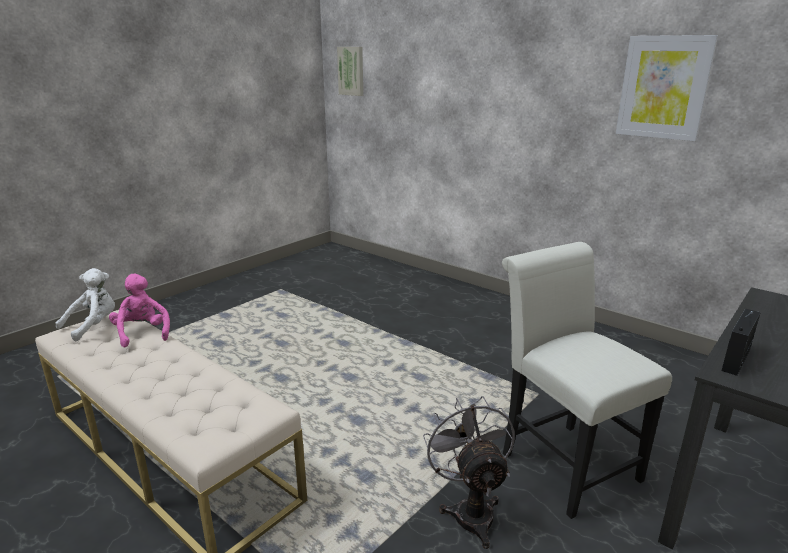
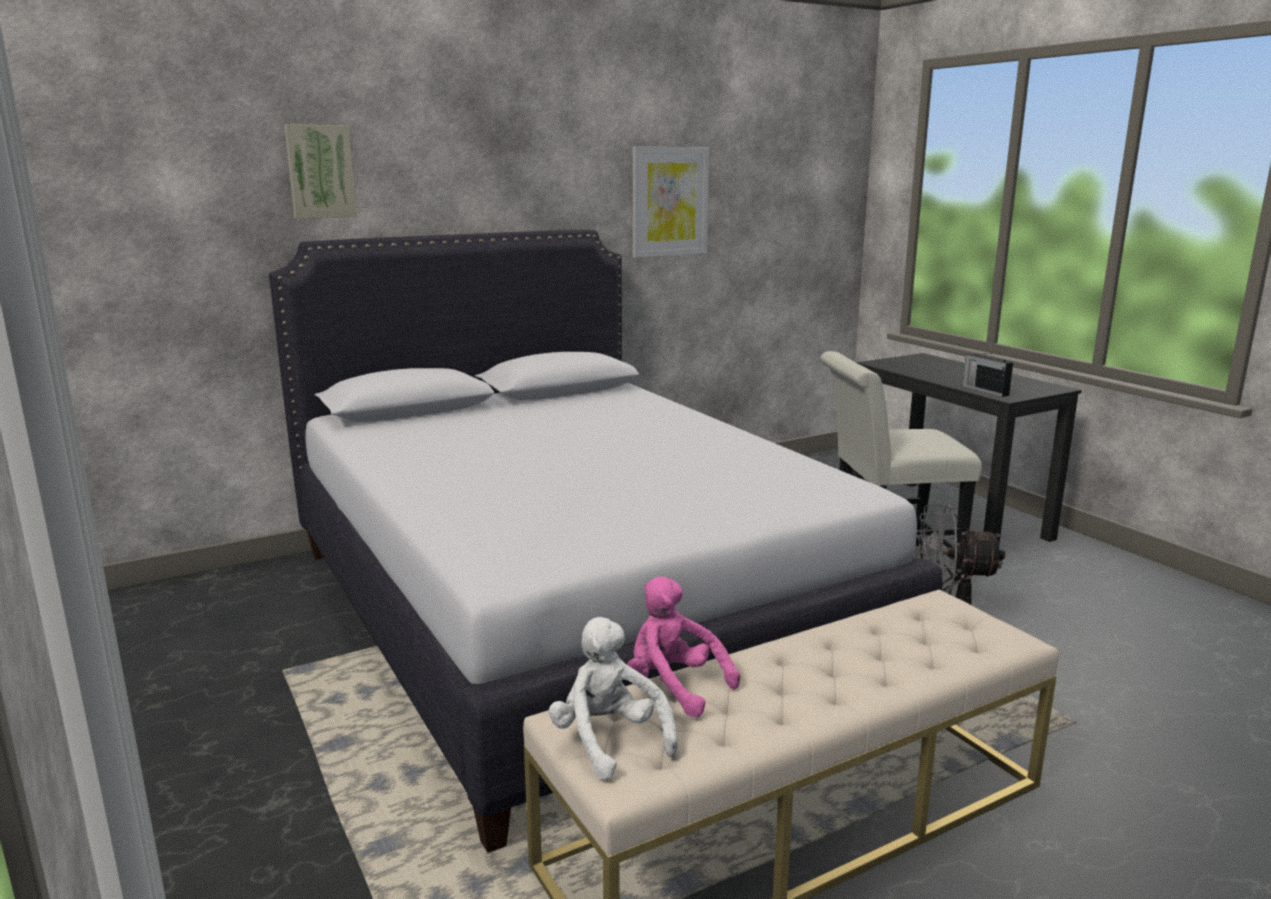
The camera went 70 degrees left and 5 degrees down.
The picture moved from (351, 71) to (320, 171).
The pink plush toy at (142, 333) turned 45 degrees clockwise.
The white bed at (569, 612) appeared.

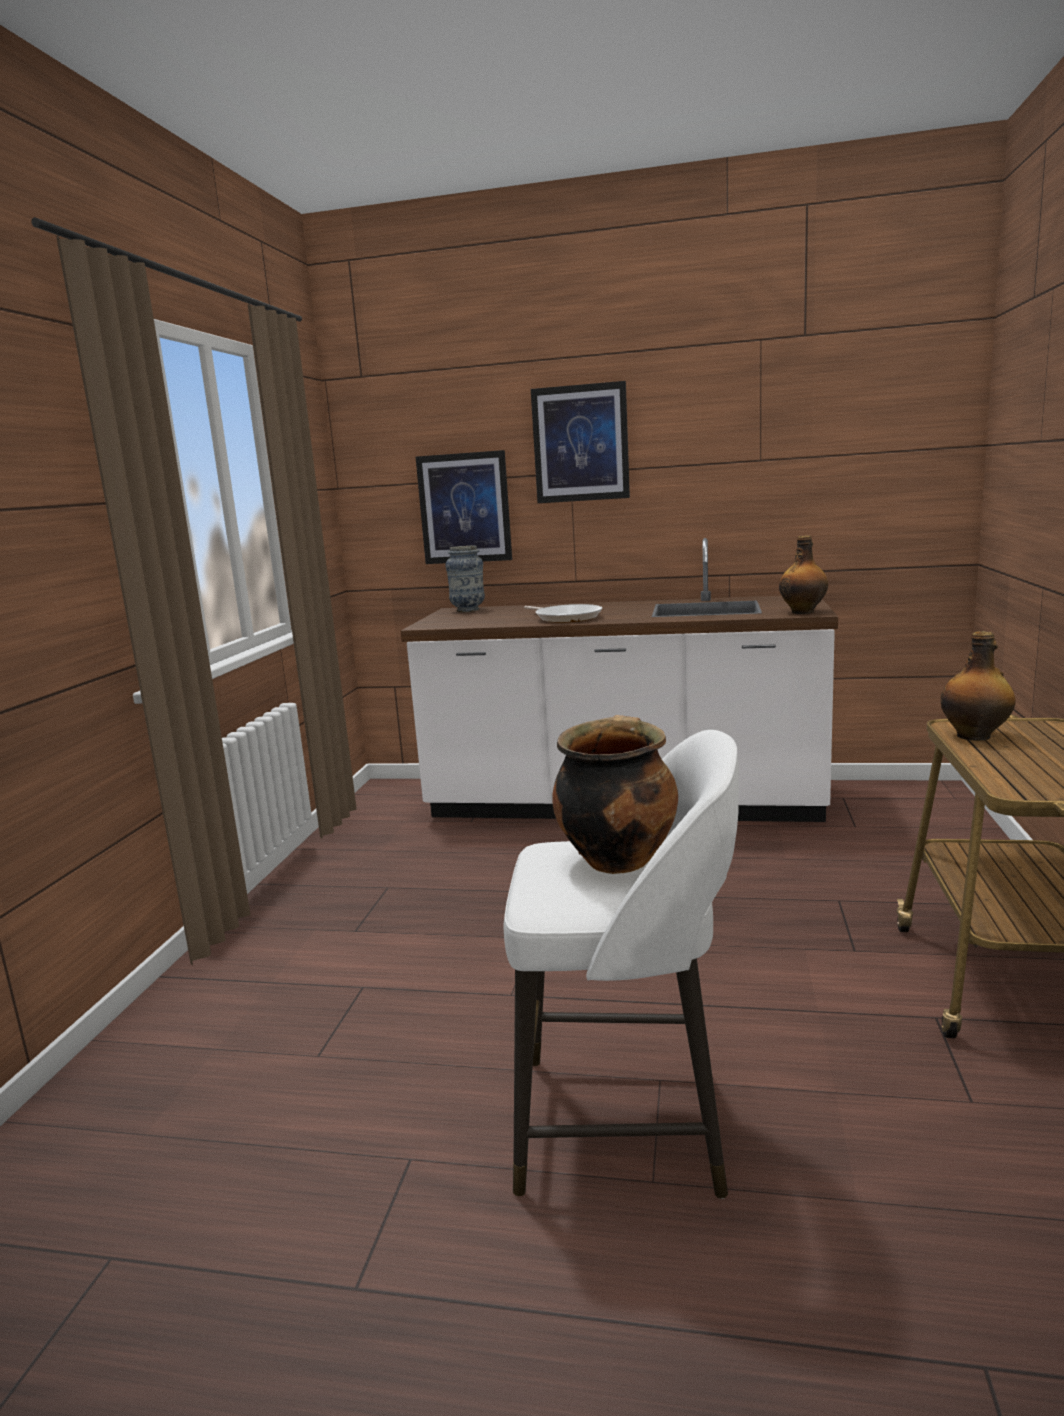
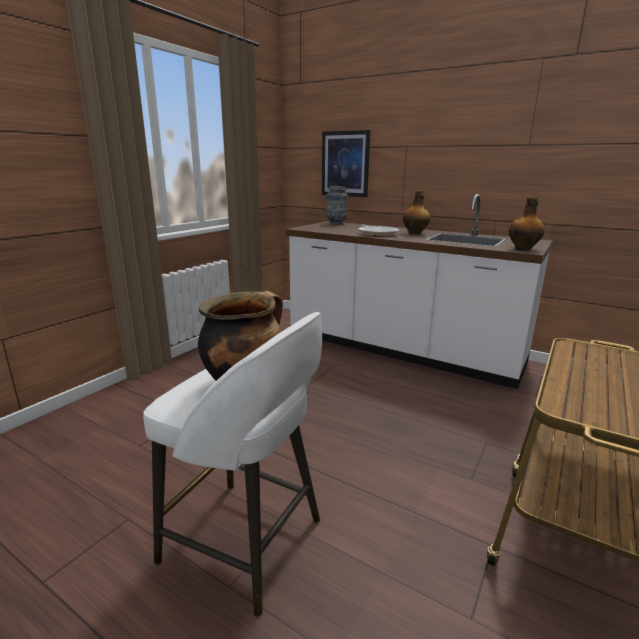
The camera went 20 degrees right and 5 degrees up.
The picture at (580, 443) disappeared.
The bottle moved from (975, 736) to (415, 233).

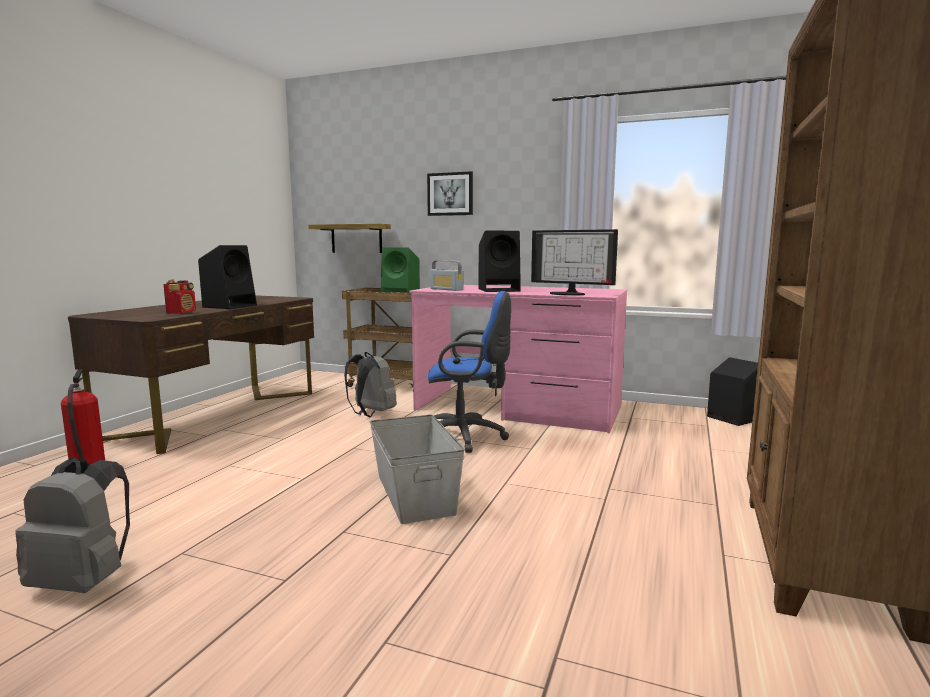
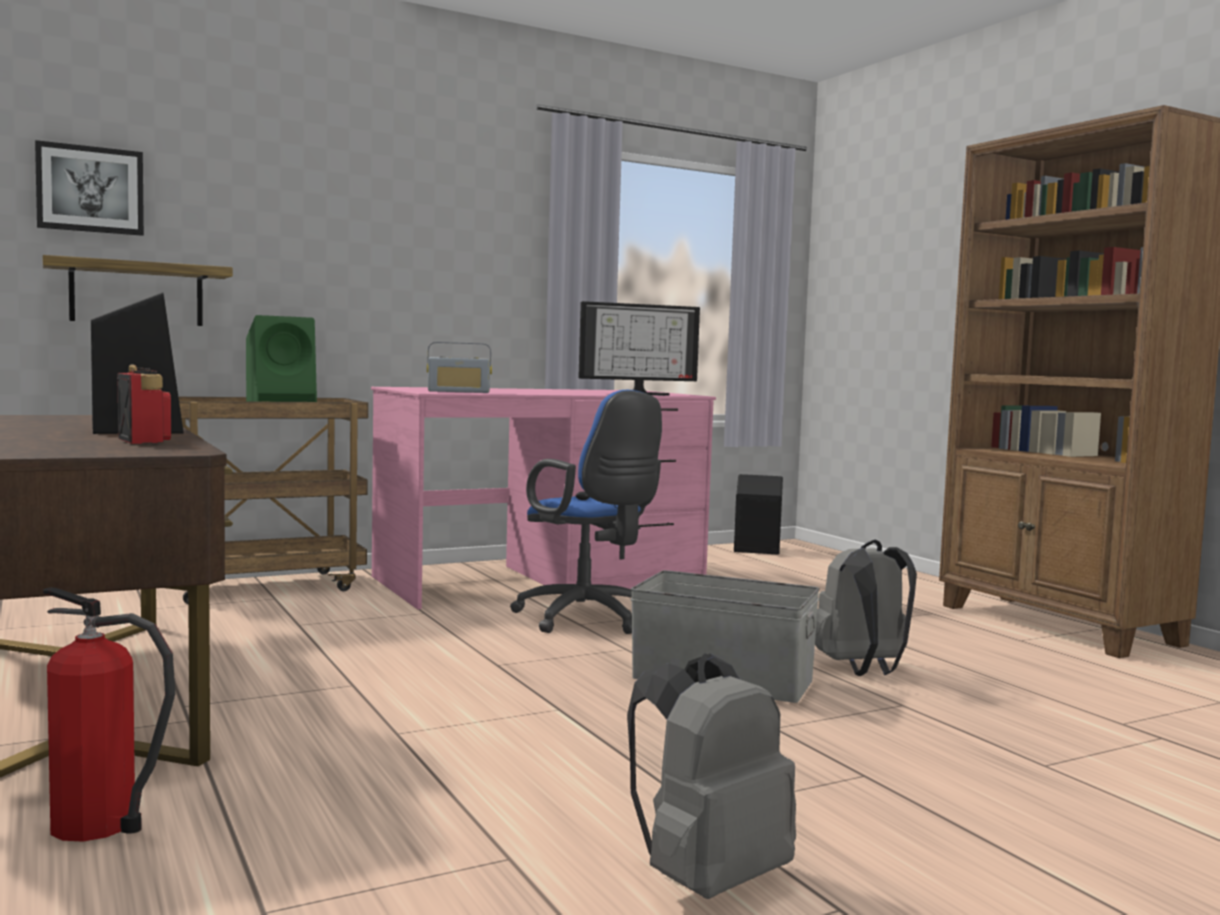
The camera went 50 degrees left and 5 degrees down.
The picture moved from (450, 194) to (90, 189).
The black speaker at (500, 290) disappeared.
The blue office chair at (466, 437) turned 90 degrees clockwise.
The grey backpack moved from (371, 414) to (863, 669).

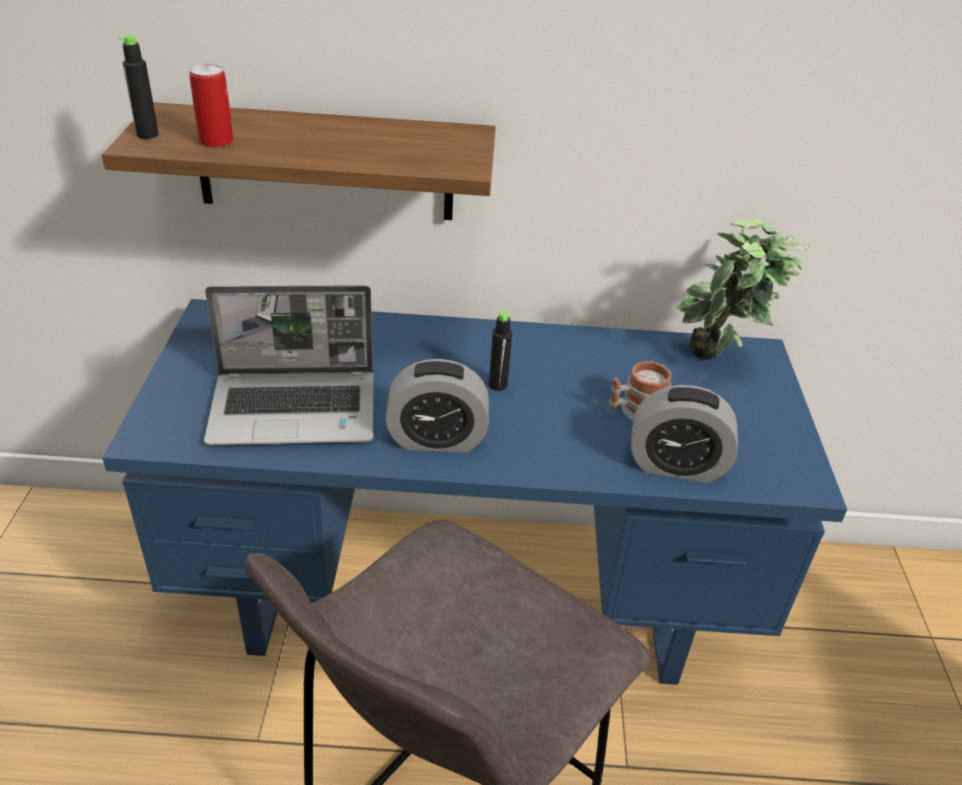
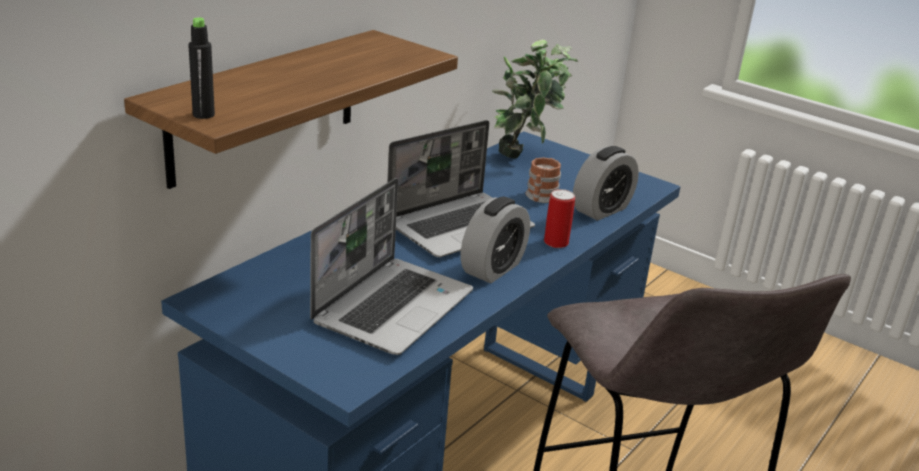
The camera went 55 degrees left and 10 degrees down.
The can moved from (216, 141) to (556, 242).
The black bottle at (498, 385) was replaced by the laptop at (460, 226).

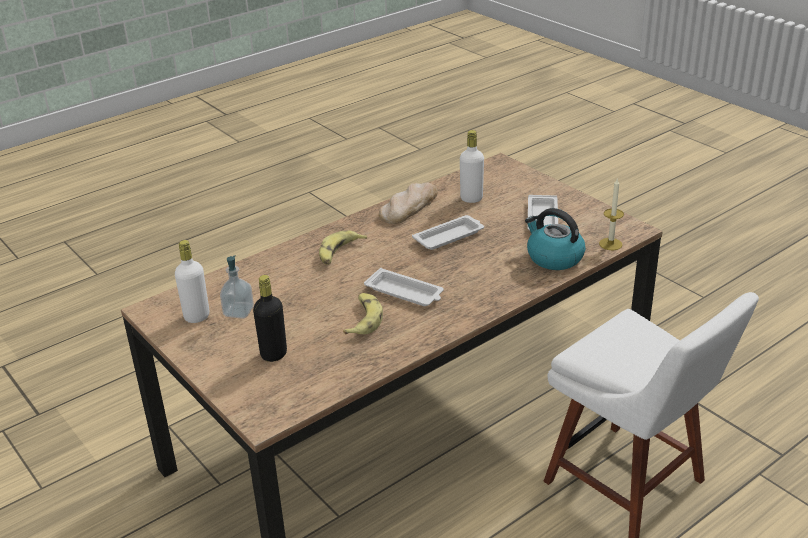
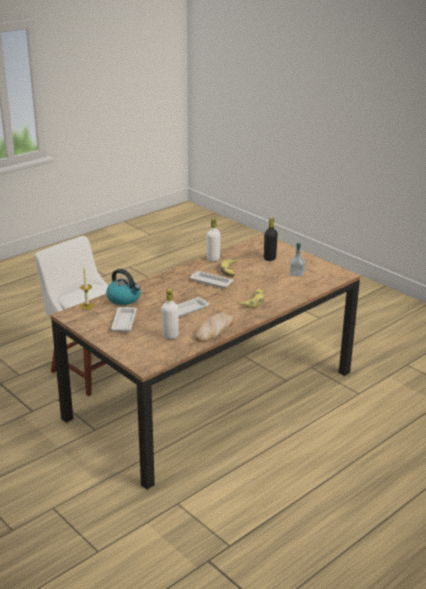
The camera went 175 degrees right and 5 degrees down.
The white bottle moved from (197, 316) to (213, 259).

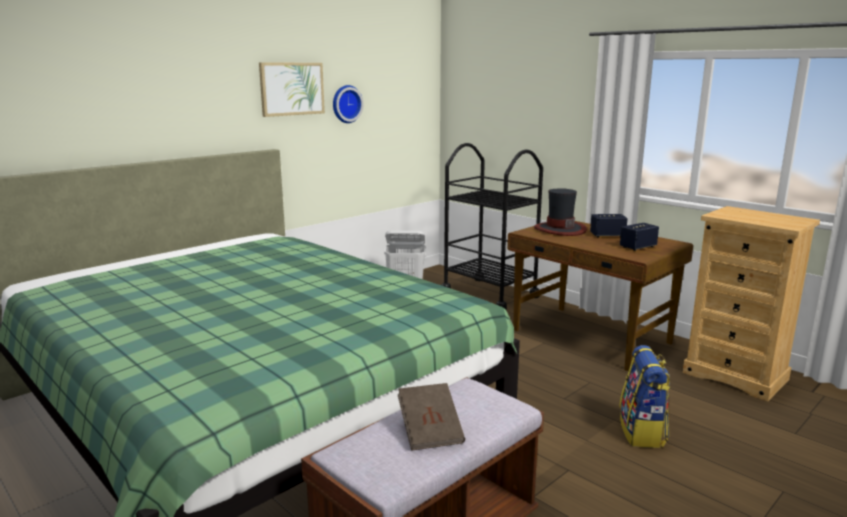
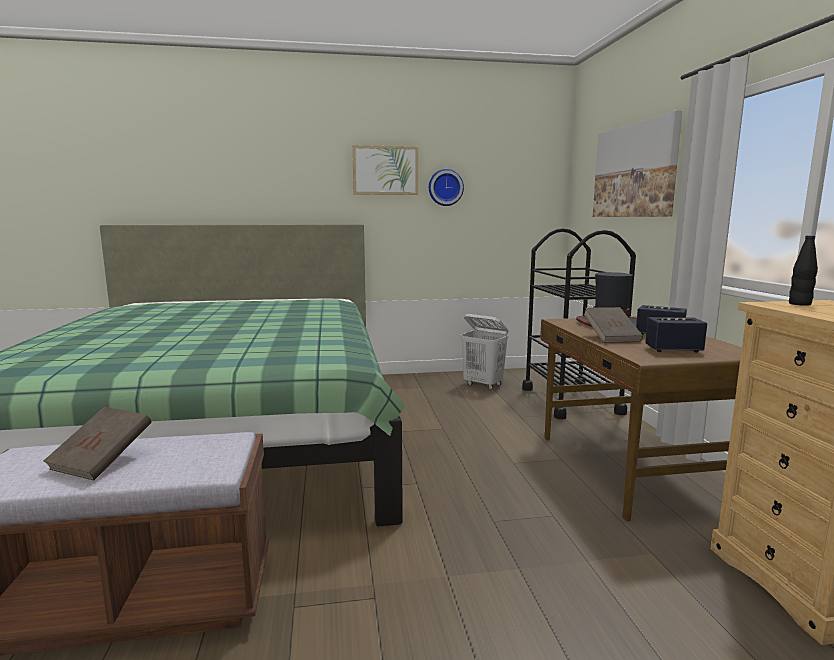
The camera went 35 degrees right and 5 degrees down.
The backpack at (642, 432) disappeared.
The picture at (634, 171) appeared.
The black bottle at (799, 304) appeared.
The brown book at (611, 337) appeared.

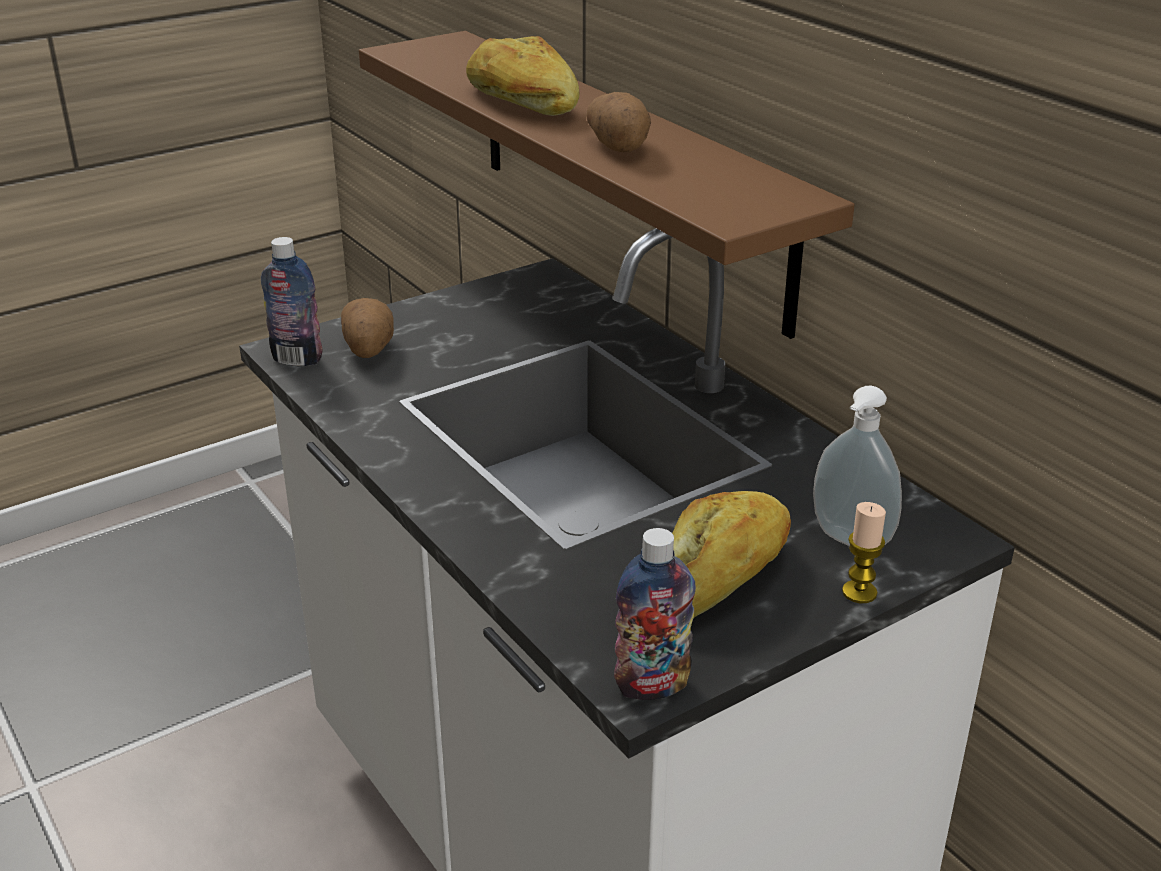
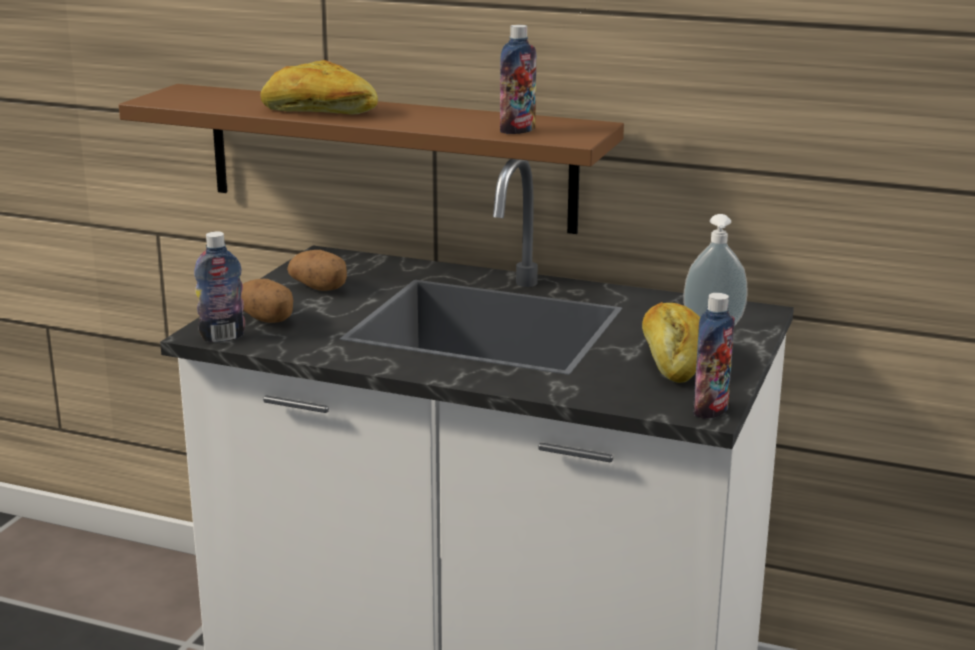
The camera went 35 degrees left and 10 degrees down.
The potato moved from (620, 148) to (320, 288).
The candle at (859, 592) disappeared.
The bottle at (517, 130) appeared.

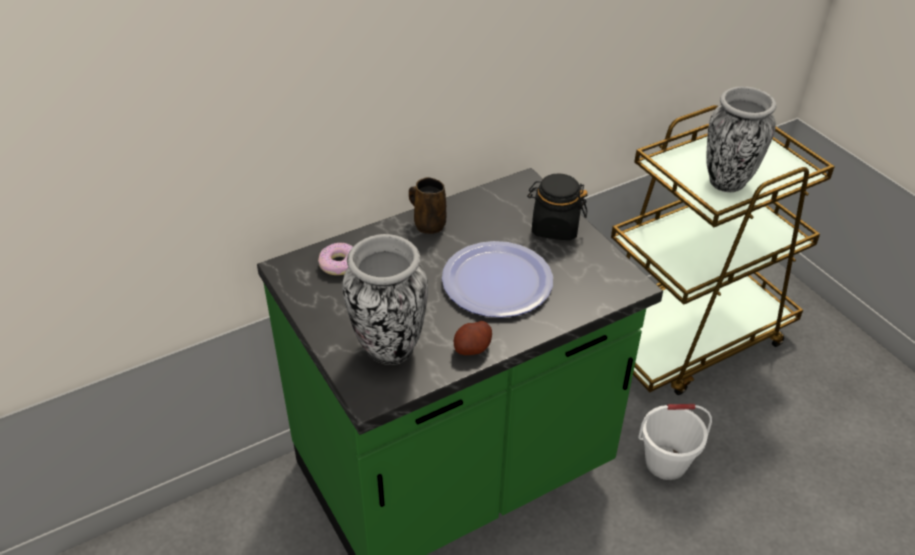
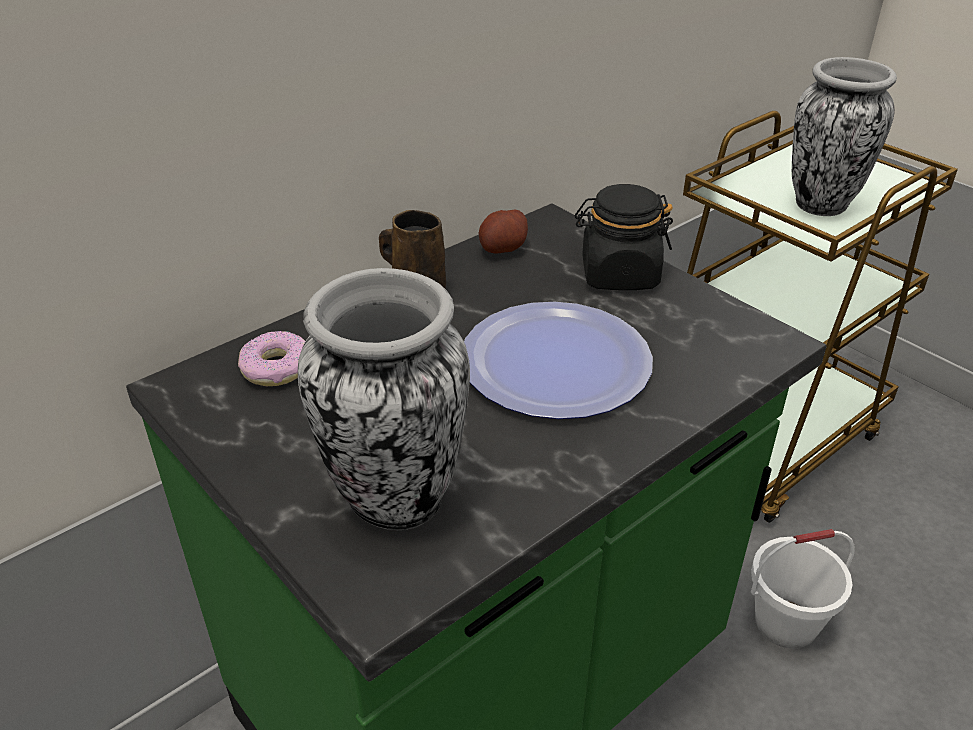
The camera went 10 degrees left and 5 degrees down.
The potato moved from (472, 348) to (503, 249).

